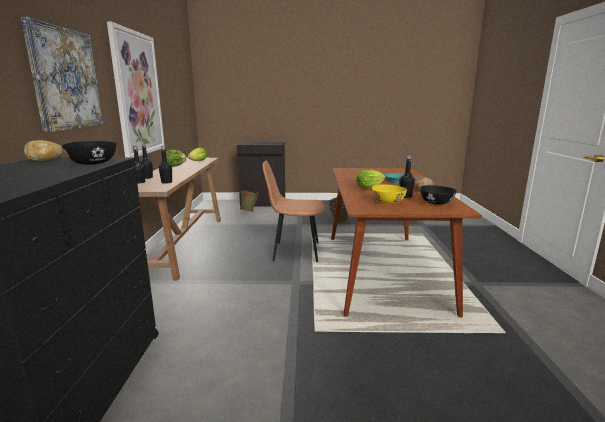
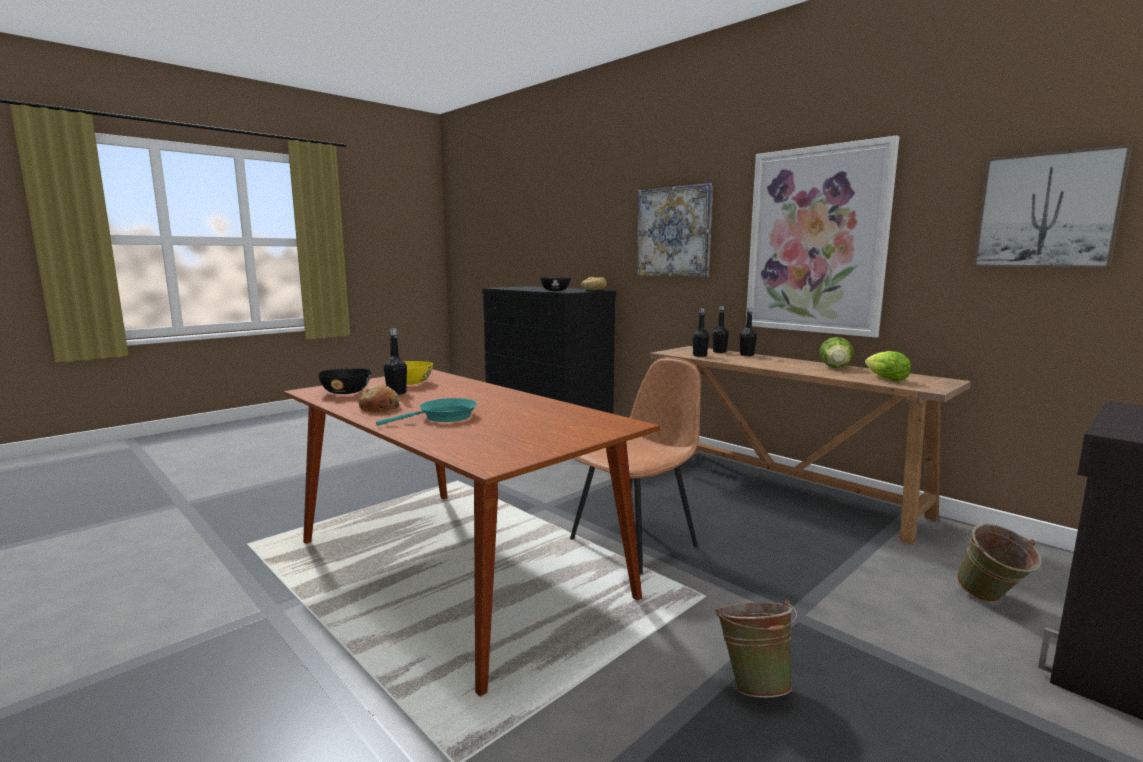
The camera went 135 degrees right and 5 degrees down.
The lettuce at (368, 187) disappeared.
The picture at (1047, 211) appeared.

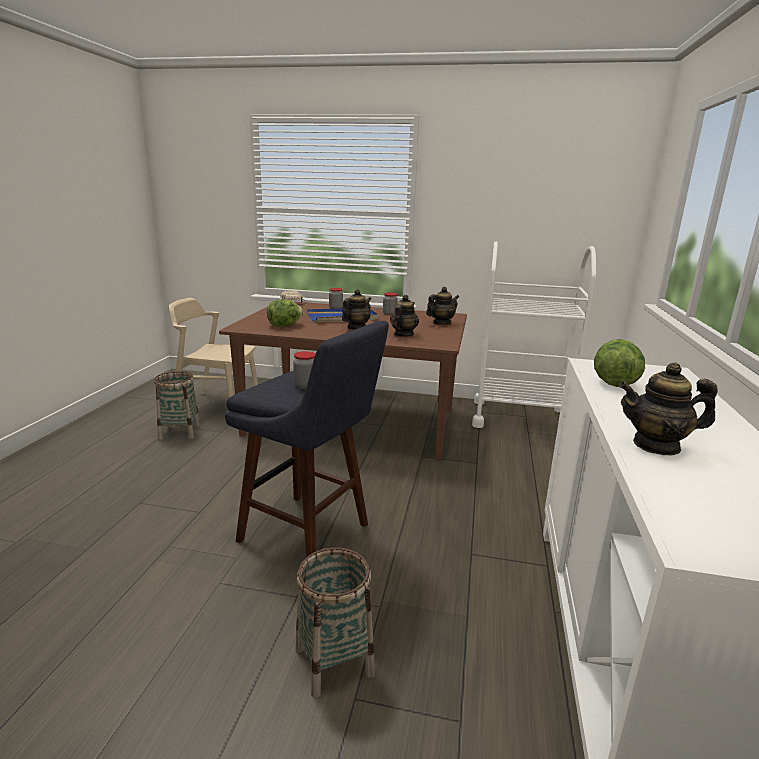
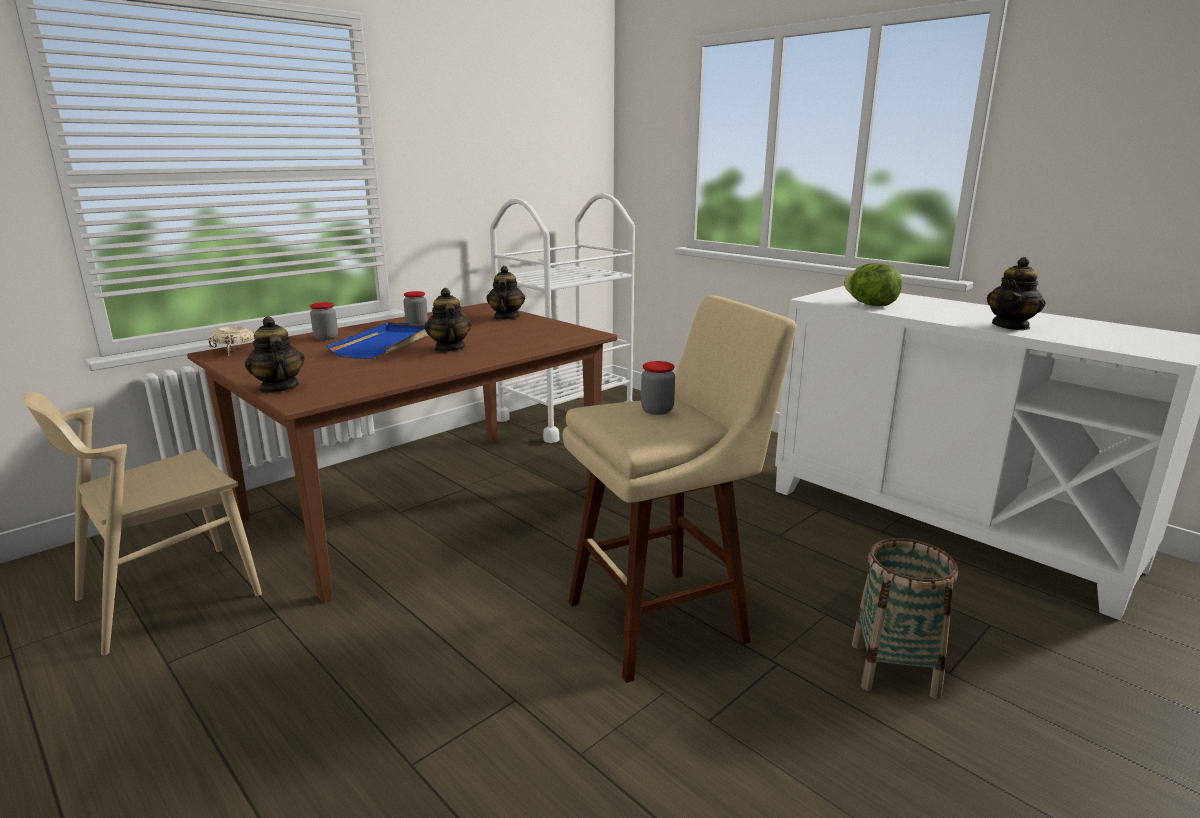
The camera went 55 degrees left and 0 degrees up.
The teapot moved from (403, 334) to (278, 388).
The lettuce at (284, 326) disappeared.
The blue stool at (310, 535) became the beige stool at (666, 618).
The basket at (180, 432) disappeared.

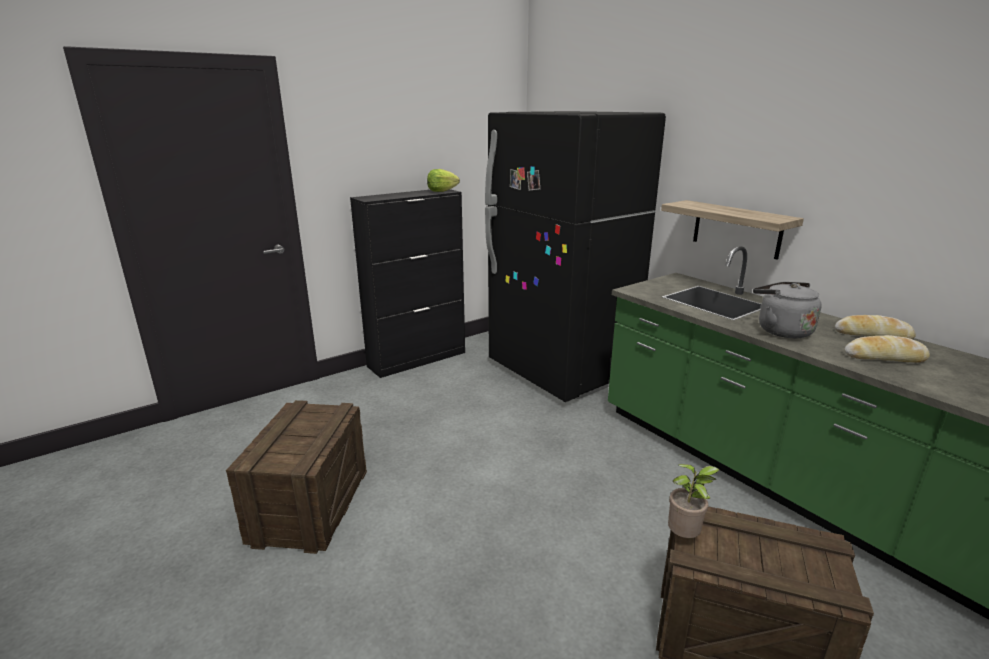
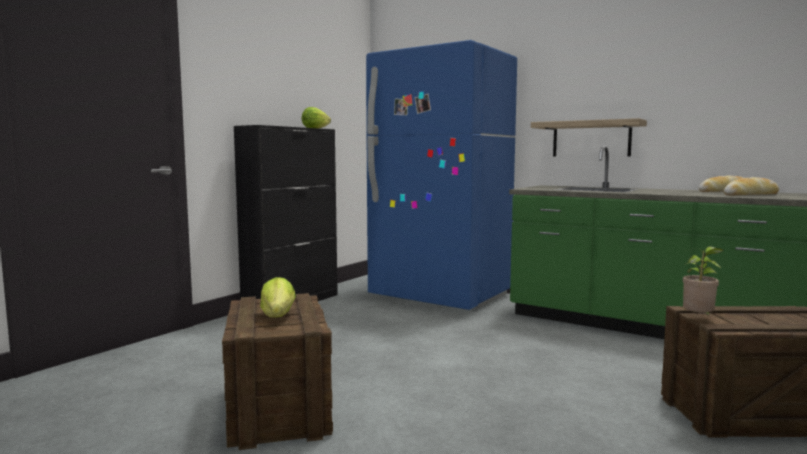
The camera went 20 degrees left and 15 degrees down.
The black fridge at (560, 371) became the blue fridge at (440, 296).
The grey kettle at (780, 330) disappeared.
The lettuce at (278, 316) appeared.

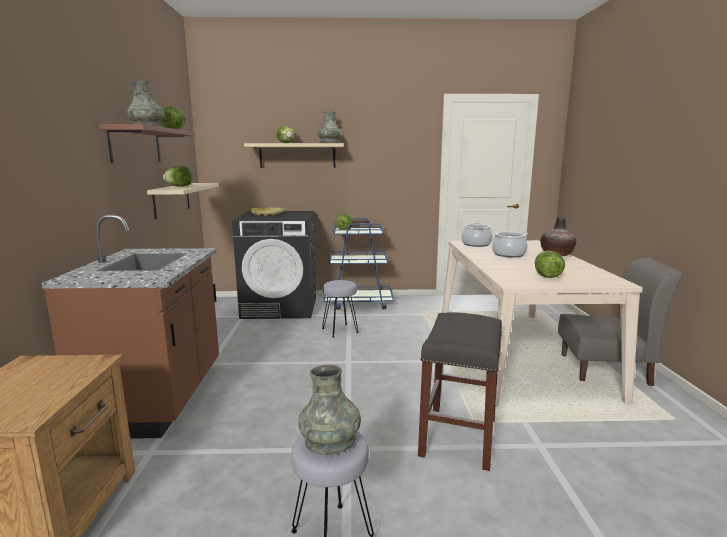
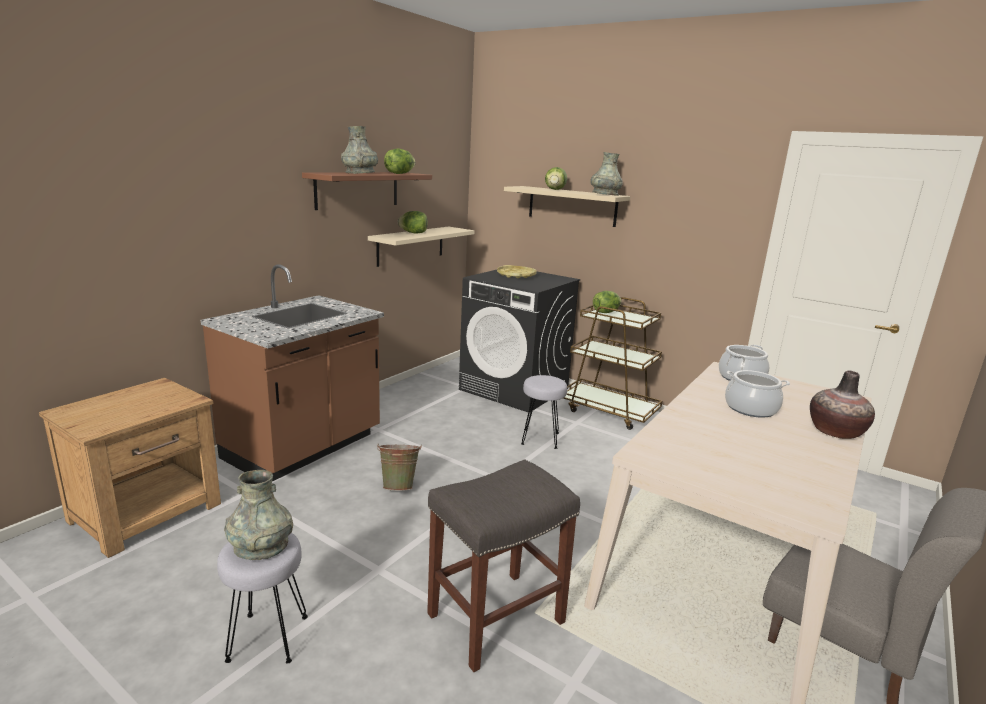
The camera went 35 degrees right and 5 degrees up.
The blue cart at (359, 303) became the brown cart at (608, 411).
The lettuce at (547, 276) disappeared.
The green bucket at (399, 486) appeared.

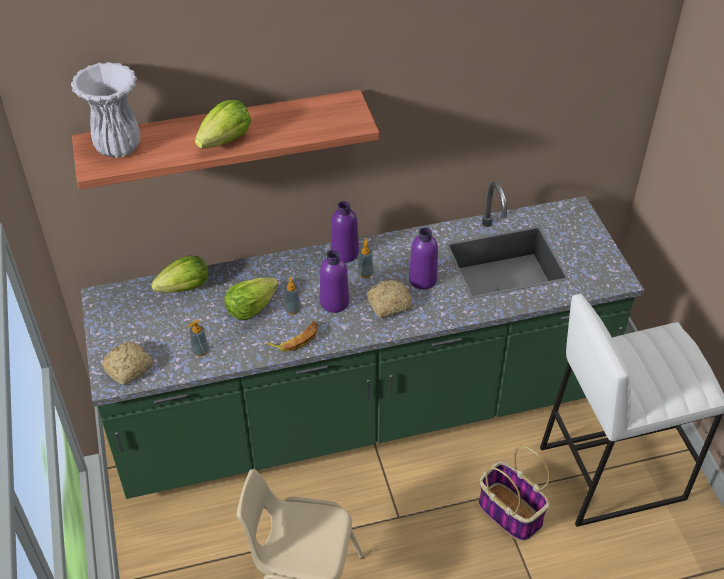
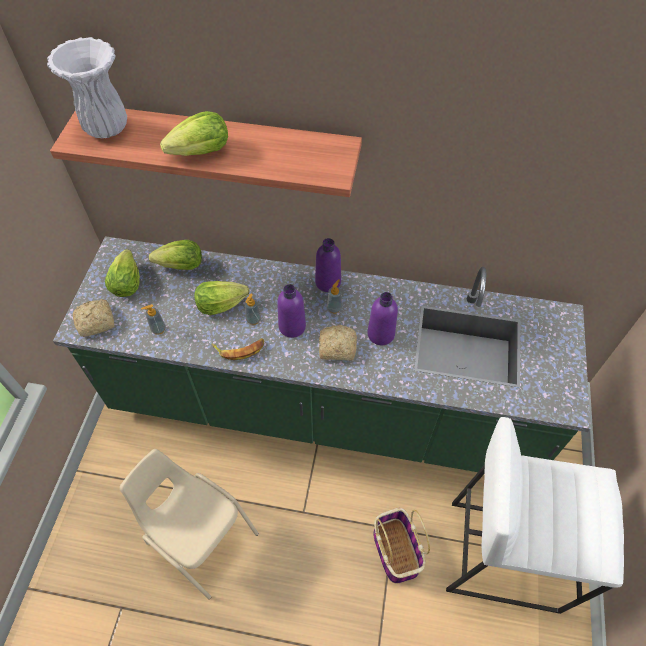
The camera went 25 degrees right and 10 degrees up.
The lettuce at (126, 283) appeared.

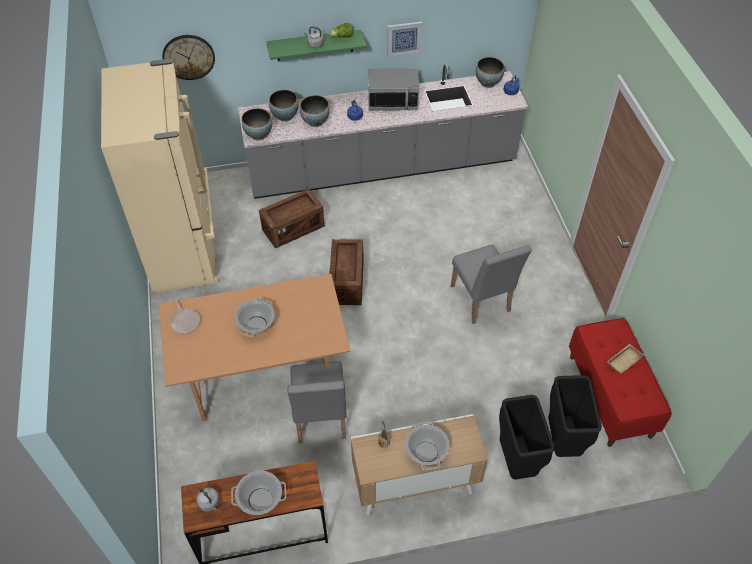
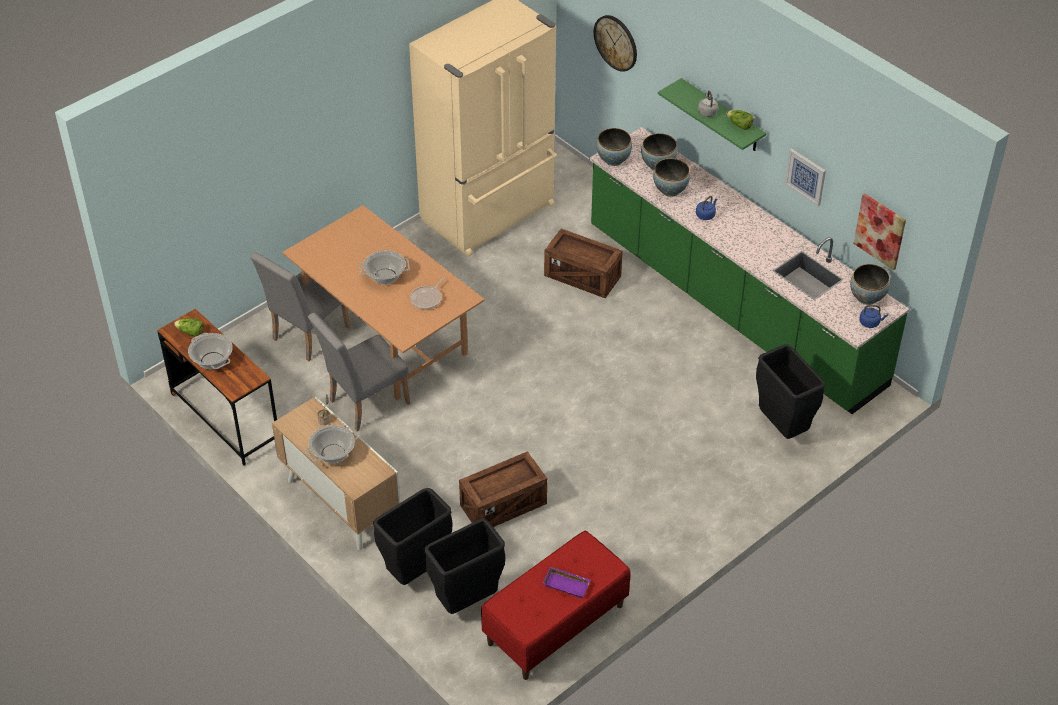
The camera went 60 degrees right and 5 degrees down.
The grey counter at (382, 168) became the green counter at (733, 306).
The microwave at (392, 101) disappeared.
The crate moved from (347, 282) to (503, 505).
The grey chair moved from (482, 302) to (306, 336).
The frying pan moved from (185, 321) to (427, 299).
The beige tray at (623, 360) became the purple tray at (567, 584).
The grey kettle at (210, 503) was replaced by the lettuce at (190, 332).
The picture at (880, 231) appeared.
The black trash can at (783, 427) appeared.

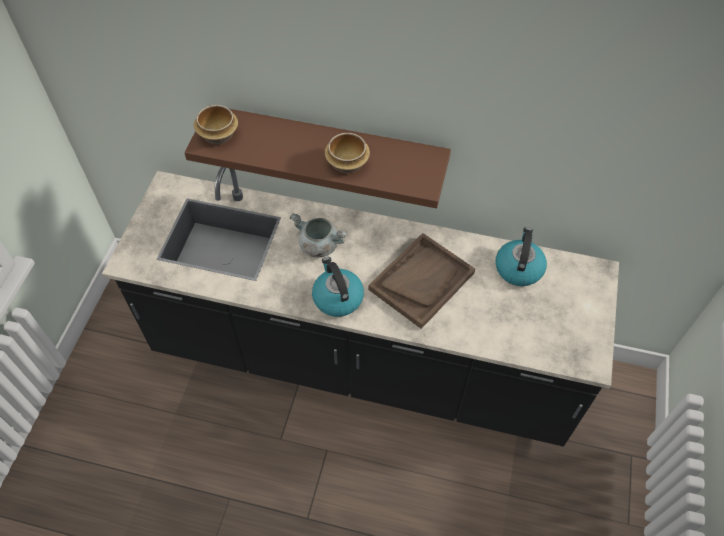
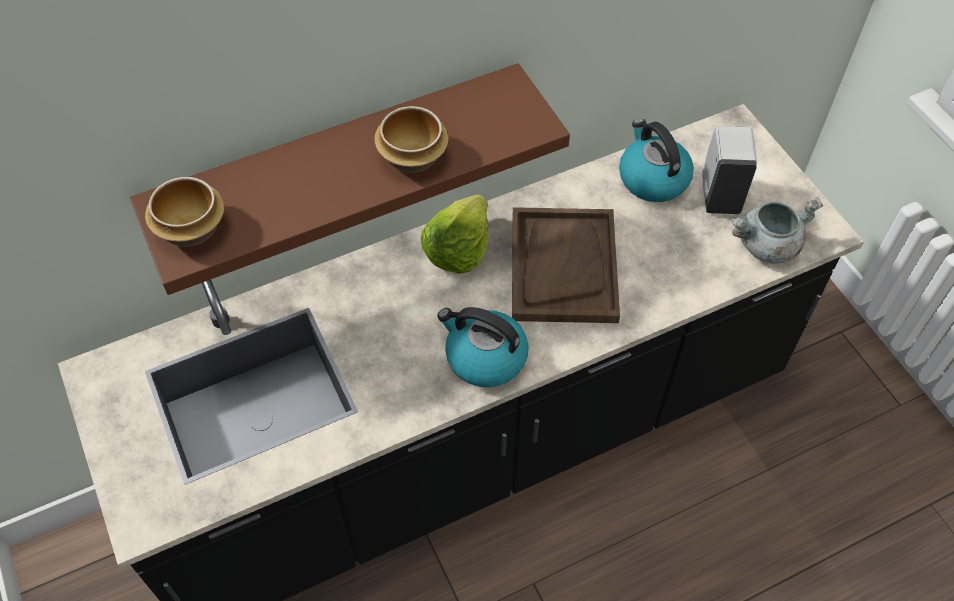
The camera went 40 degrees left and 0 degrees up.
The grey cooking pot moved from (319, 246) to (767, 246).
The white soap dispenser at (720, 195) appeared.
The lettuce at (457, 249) appeared.

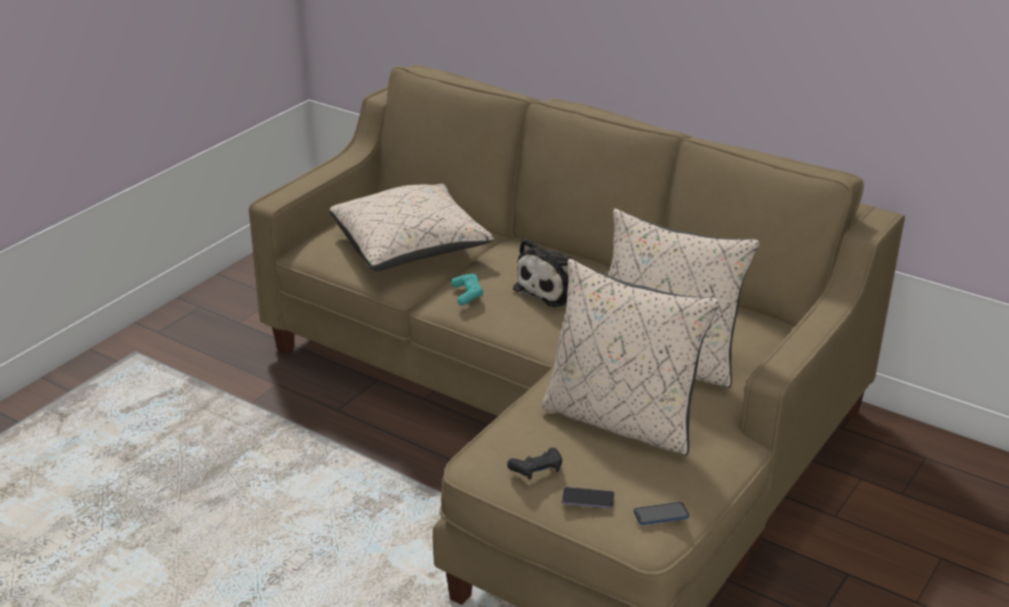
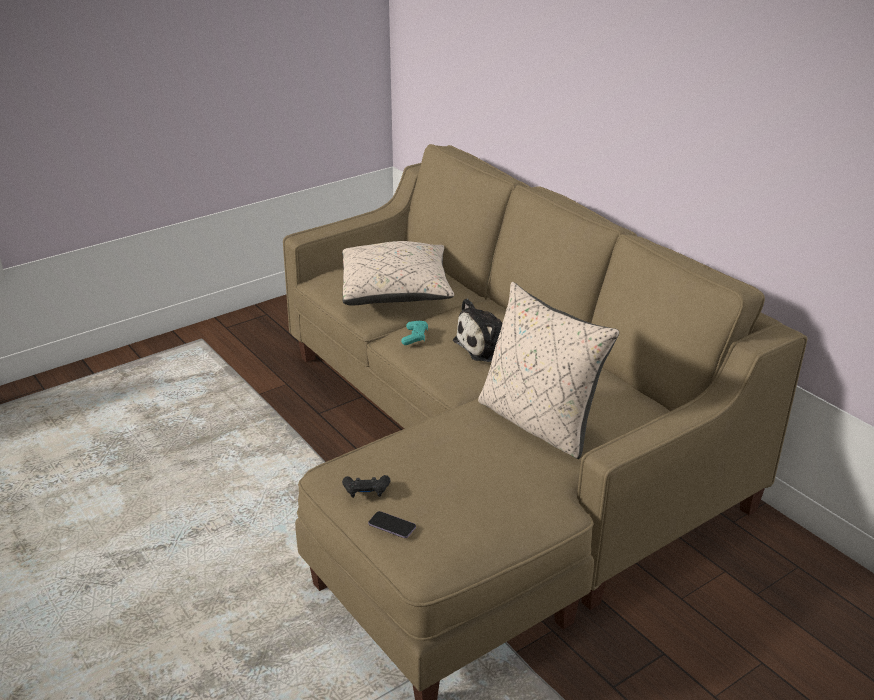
The camera went 20 degrees right and 0 degrees up.
The beige pillow at (622, 420) disappeared.
The phone at (661, 515) disappeared.

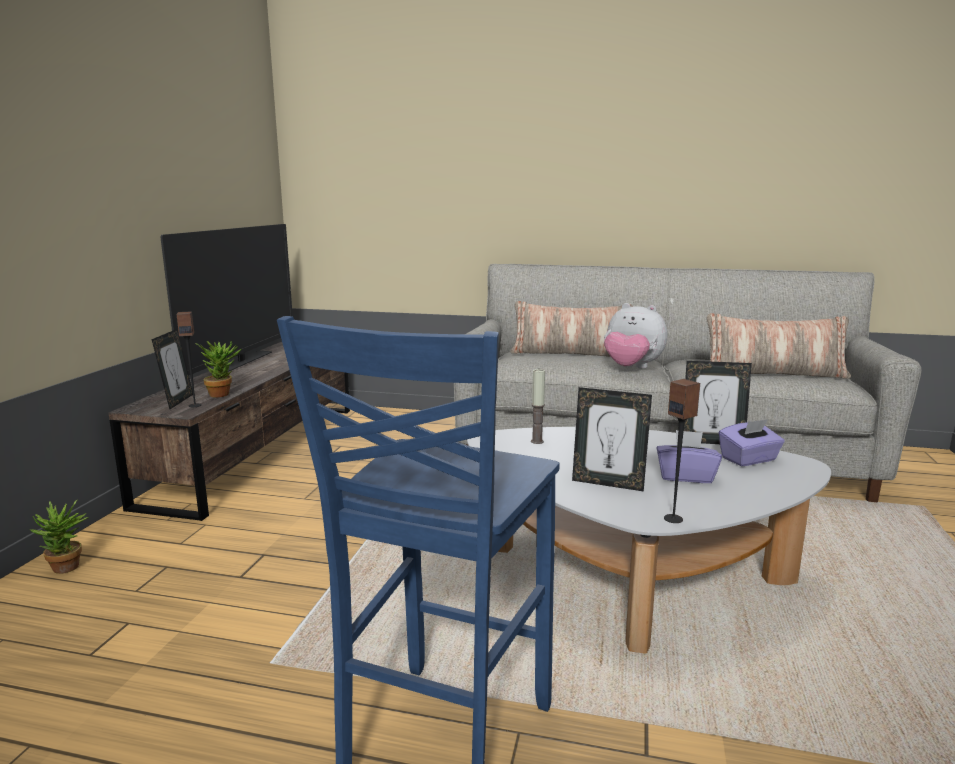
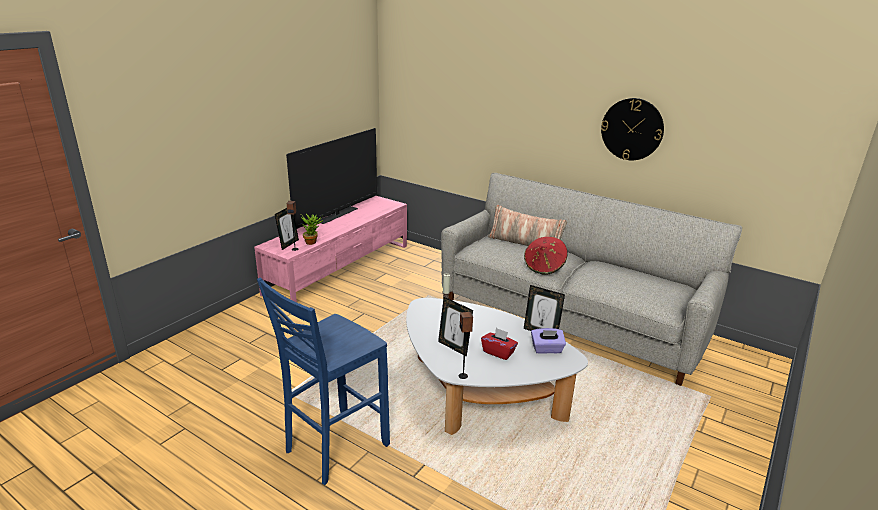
The camera went 20 degrees right and 10 degrees up.
The plush toy at (631, 368) was replaced by the red hat at (544, 267).
The pillow at (773, 373) disappeared.
The brown tv stand at (259, 451) became the pink tv stand at (340, 268).
The purple tissue box at (685, 476) became the red tissue box at (498, 352).
The potted plant at (67, 569) disappeared.
The wall clock at (632, 129) appeared.

